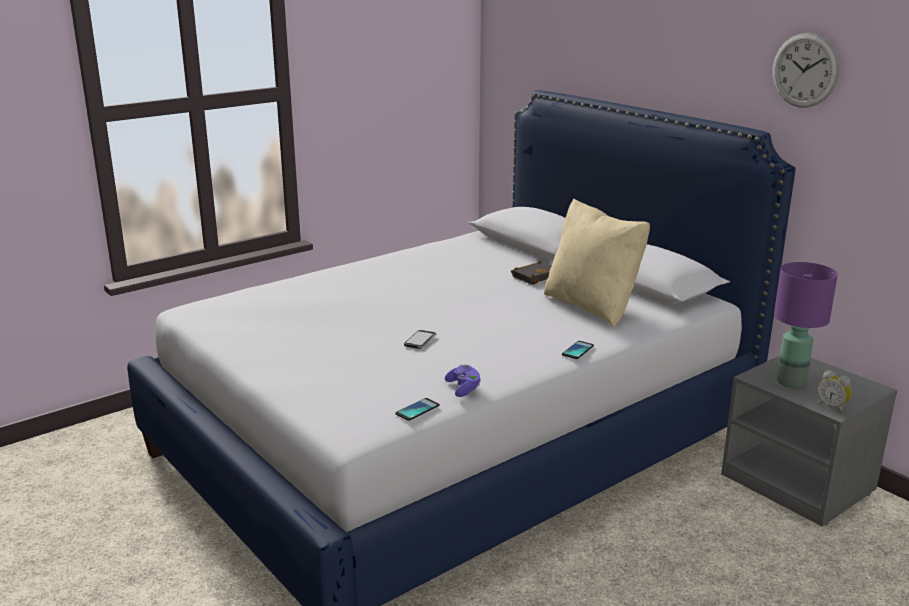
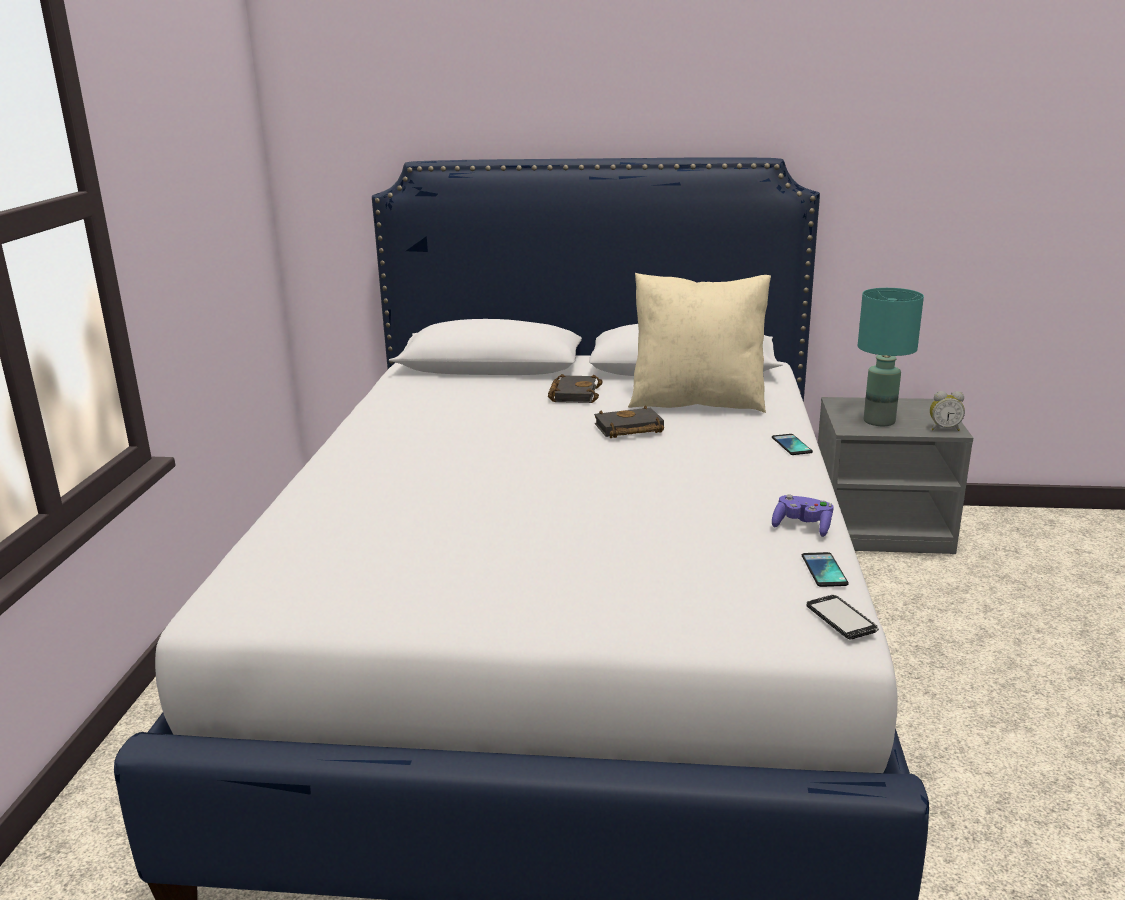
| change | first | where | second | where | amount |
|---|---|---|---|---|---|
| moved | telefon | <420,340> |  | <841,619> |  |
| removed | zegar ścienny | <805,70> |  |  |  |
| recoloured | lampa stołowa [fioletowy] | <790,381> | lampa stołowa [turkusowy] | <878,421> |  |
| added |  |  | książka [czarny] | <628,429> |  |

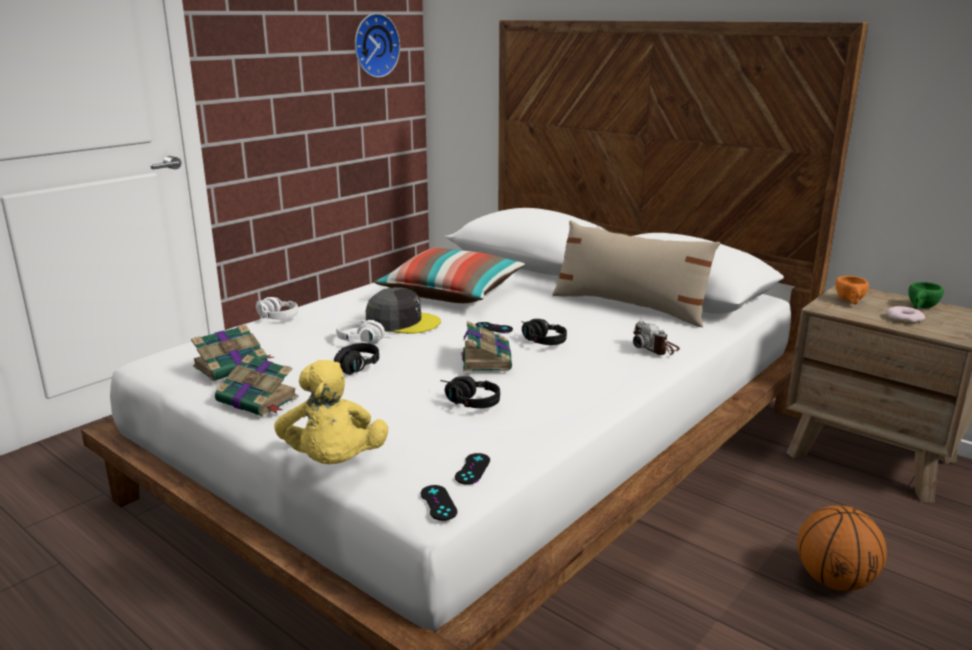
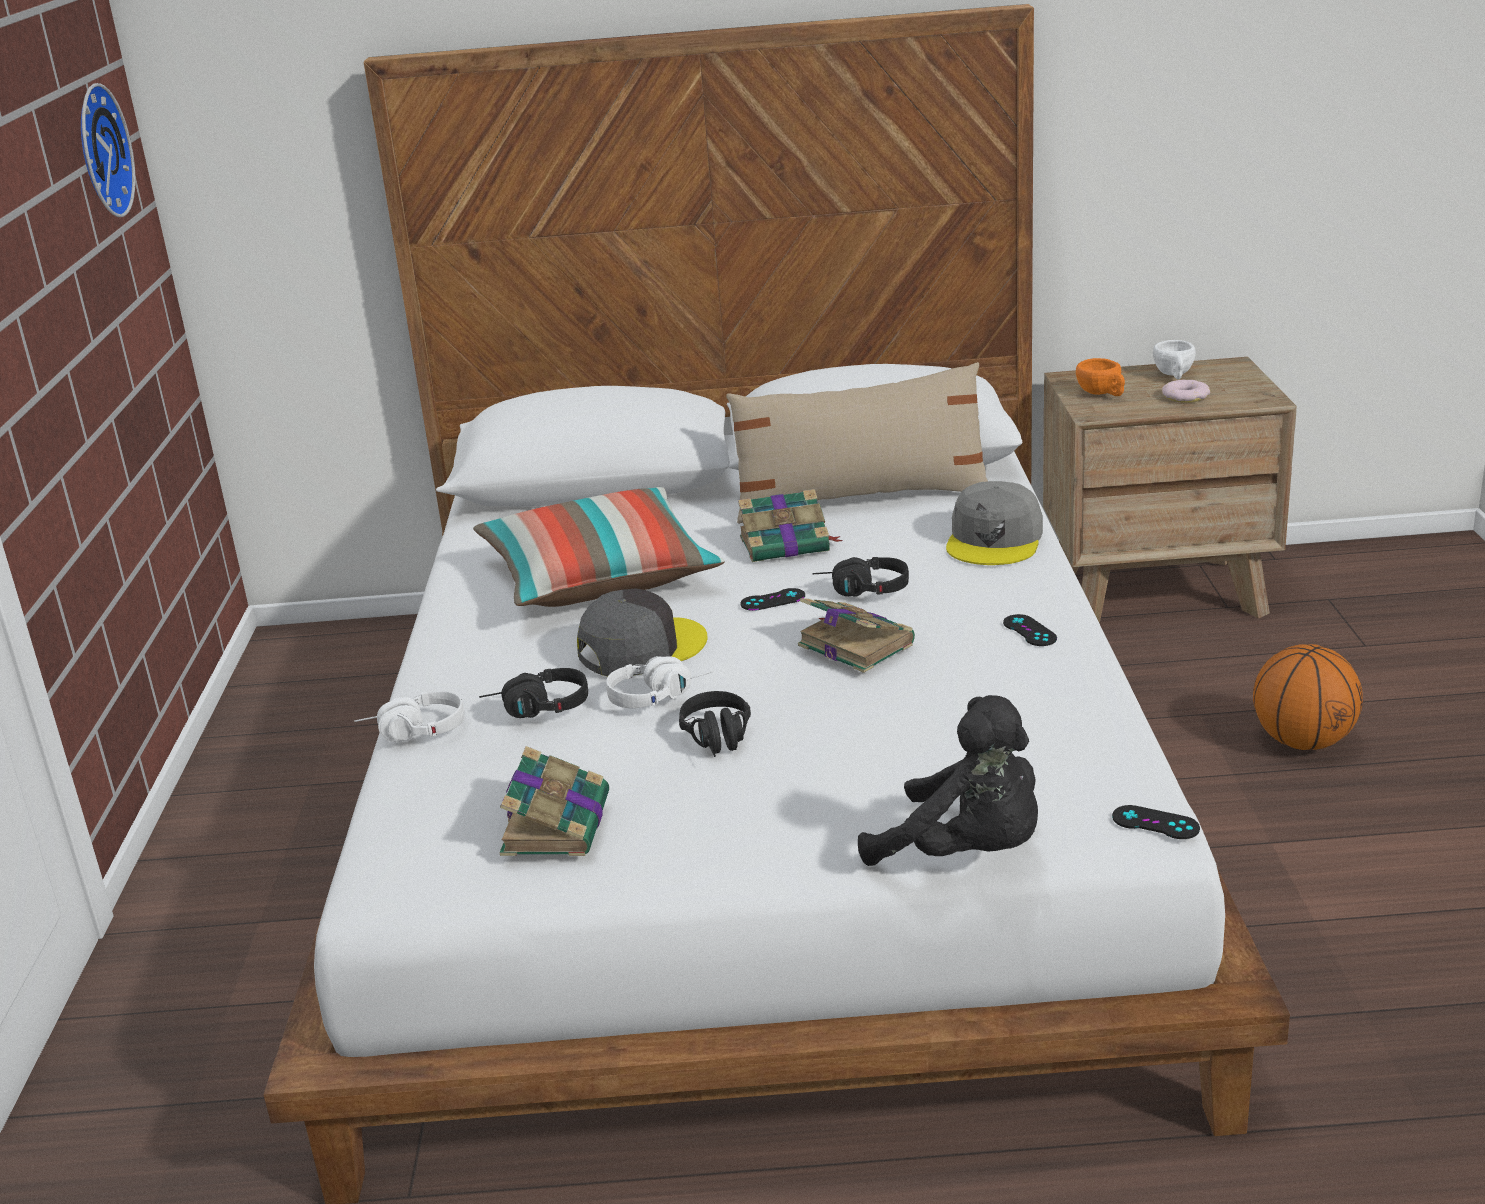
| change | first | where | second | where | amount |
|---|---|---|---|---|---|
| moved | książka | <258,400> |  | <787,544> |  |
| recoloured | pluszak [żółty] | <333,463> | pluszak [czarny] | <966,853> |  |
| moved | słuchawki [czarny] | <466,402> |  | <536,710> |  |
| moved | pad do gier [czarny] | <472,469> |  | <1029,631> |  |
| replaced | aparat fotograficzny | <655,347> | czapka z daszkiem [szary] | <995,540> |  |
| recoloured | filiżanka [zielony] | <921,307> | filiżanka [biały] | <1174,376> |  |

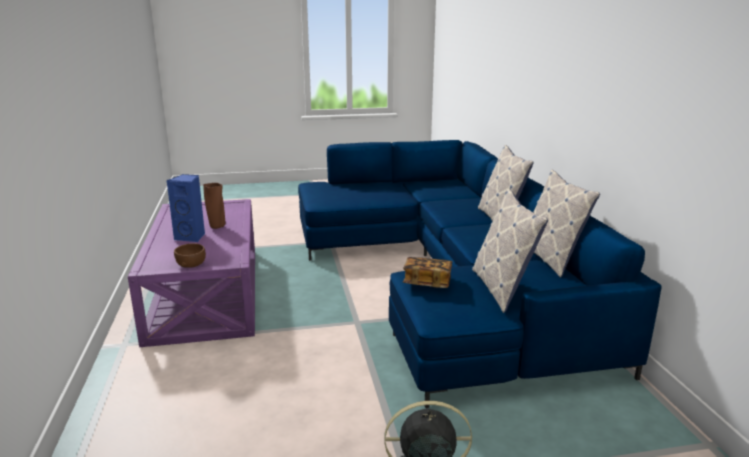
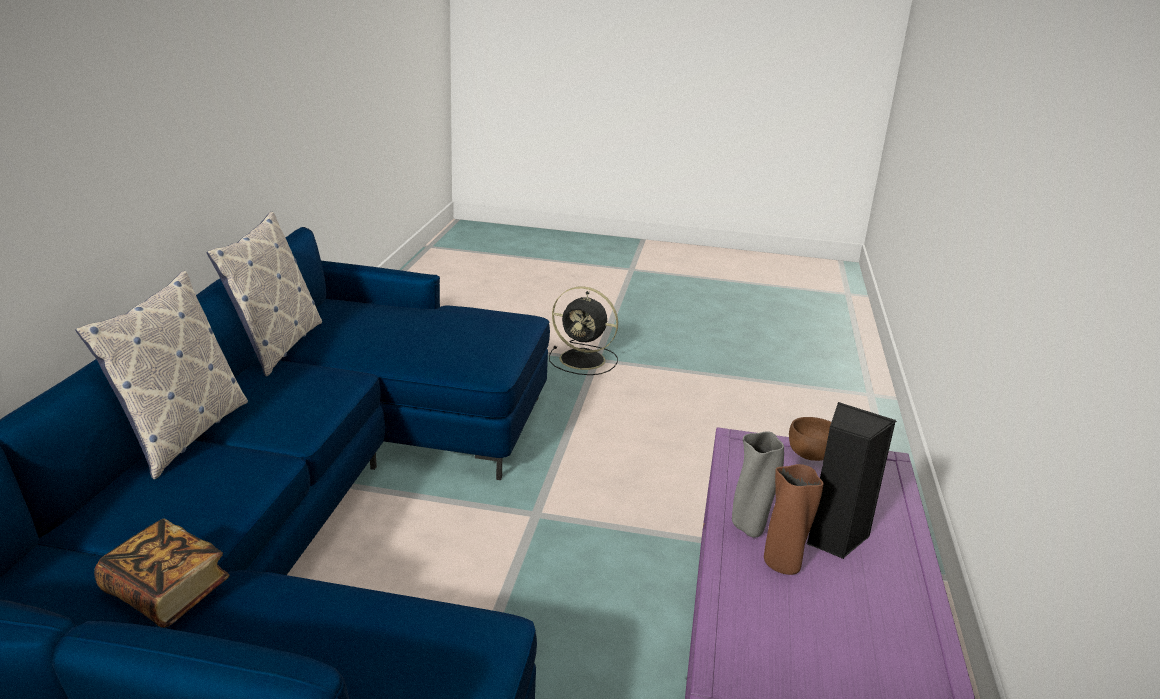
| change | first | where | second | where | amount |
|---|---|---|---|---|---|
| recoloured | głośnik [niebieski] | <191,237> | głośnik [czarny] | <833,538> |  |
| moved | książka | <427,283> |  | <166,592> |  |
| removed | poduszka | <502,289> |  |  |  |
| added |  |  | wazon [szary] | <750,528> |  |

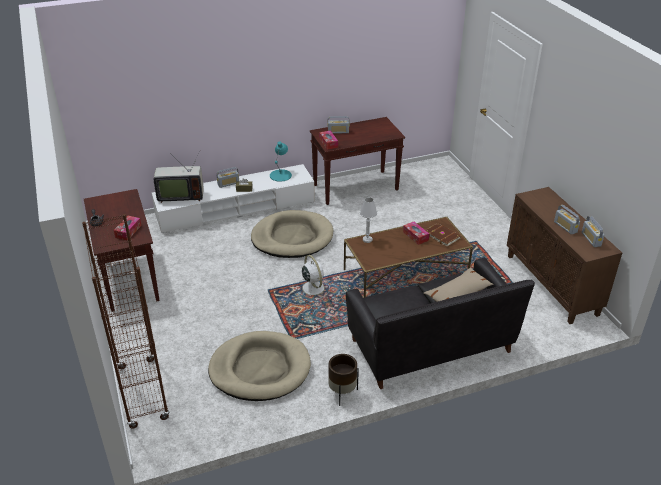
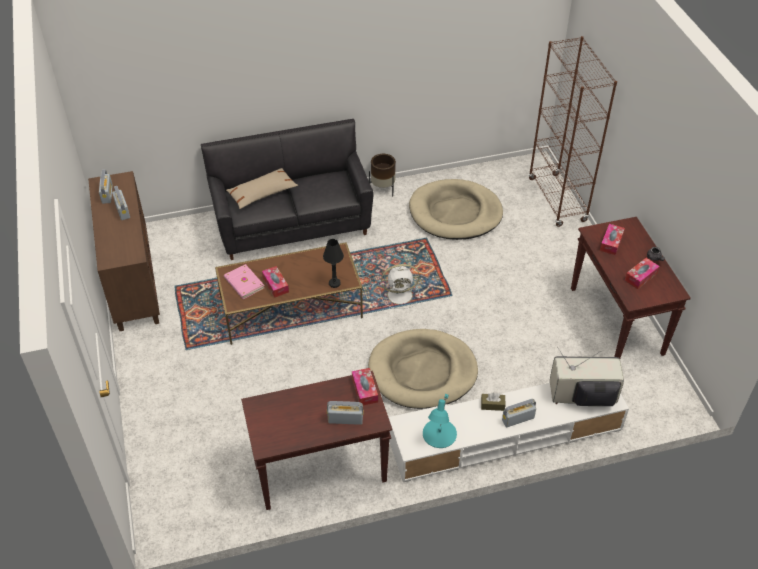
| change | first | where | second | where | amount |
|---|---|---|---|---|---|
| turned | wentylator [biały] | <312,287> |  | <401,295> | 75 degrees counterclockwise |
| recoloured | lampa stołowa [biały] | <367,239> | lampa stołowa [czarny] | <334,283> |  |
| recoloured | książka [brązowy] | <442,235> | książka [różowy] | <243,283> |  |
| added |  |  | pudełko chusteczek | <641,277> |  |

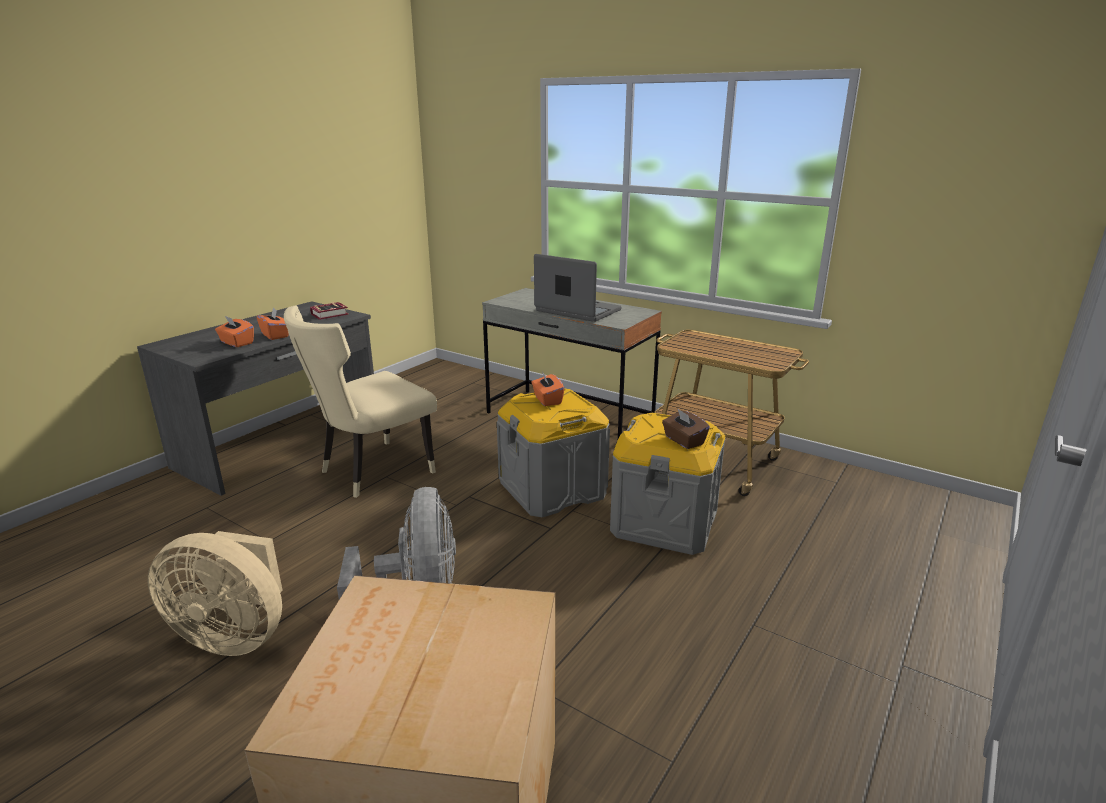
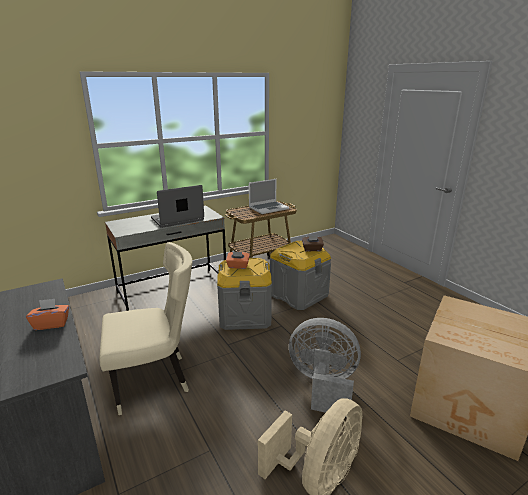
| change | first | where | second | where | amount |
|---|---|---|---|---|---|
| removed | pudełko chusteczek [pomarańczowy] | <236,343> |  |  |  |
| turned | krzesło [beżowy] | <372,471> |  | <155,380> | 90 degrees counterclockwise |
| removed | książka | <331,314> |  |  |  |
| added |  |  | laptop | <268,208> |  |

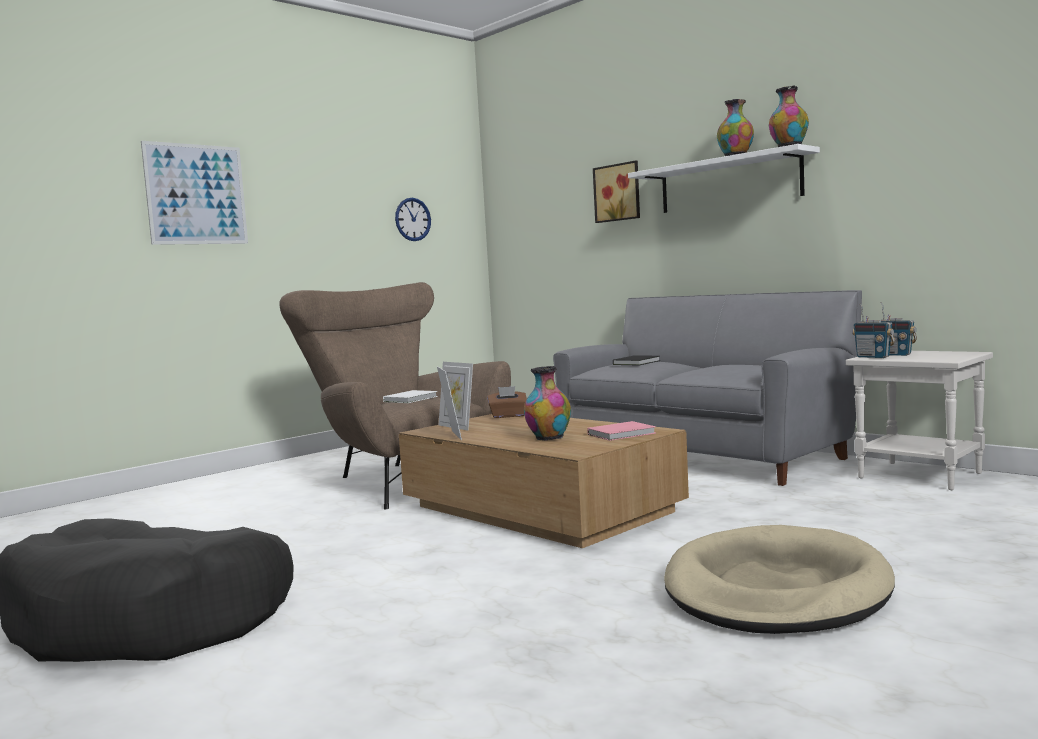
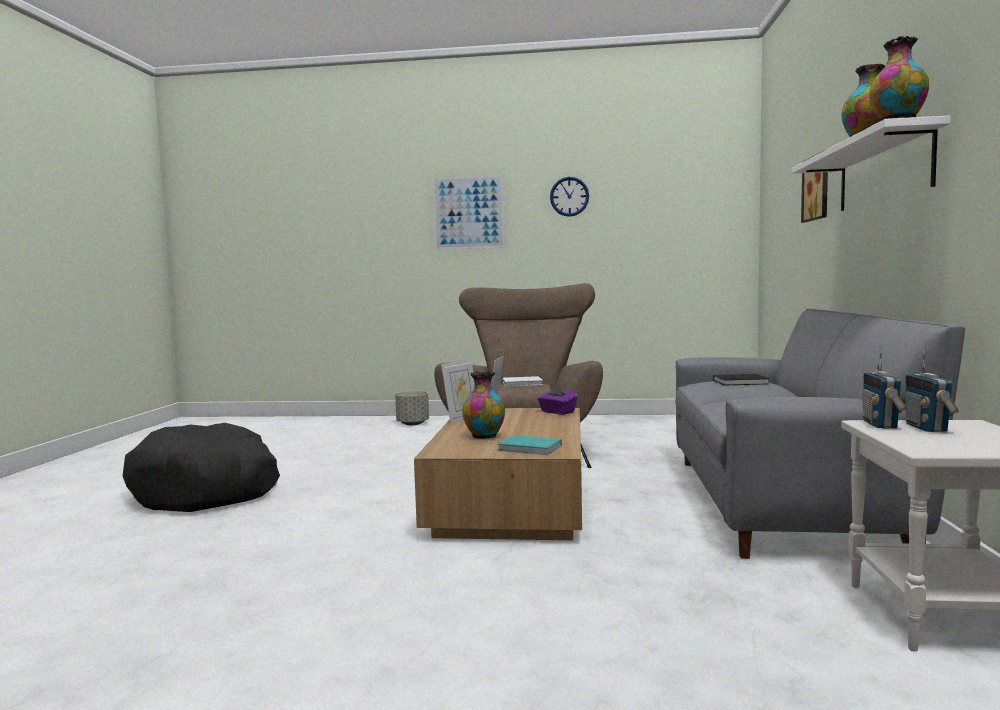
| change | first | where | second | where | amount |
|---|---|---|---|---|---|
| moved | zegar ścienny | <412,219> |  | <569,196> |  |
| recoloured | pudełko chusteczek [brązowy] | <508,416> | pudełko chusteczek [fioletowy] | <557,412> |  |
| recoloured | książka [różowy] | <623,434> | książka [turkusowy] | <531,448> |  |
| removed | legowisko [beżowy] | <775,590> |  |  |  |
| added |  |  | donica [szary] | <413,423> |  |

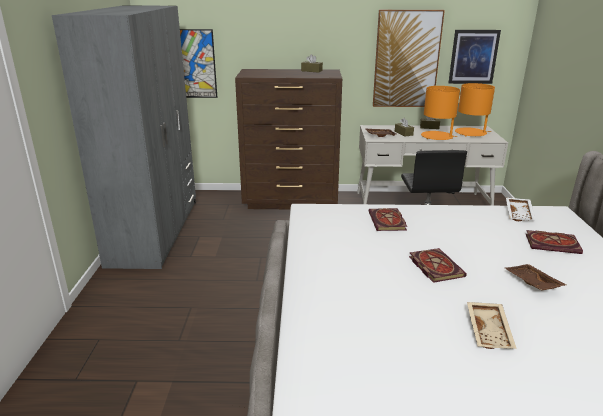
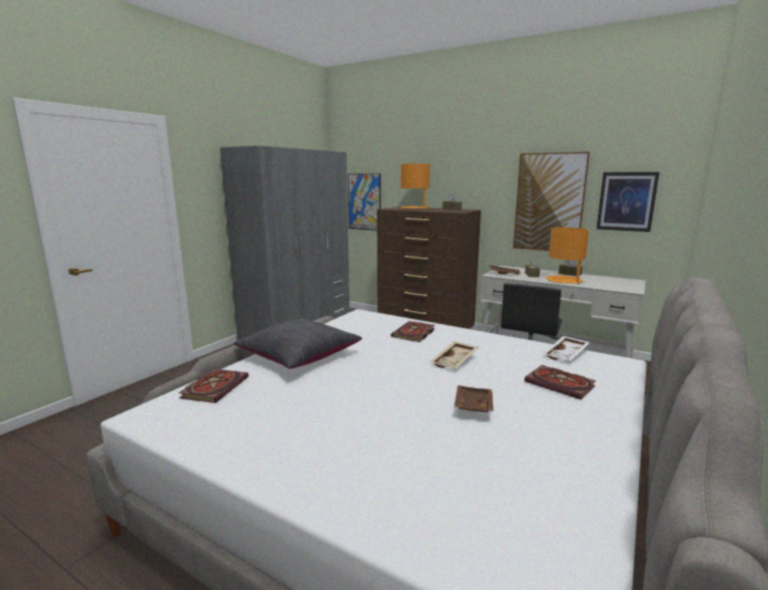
| change | first | where | second | where | amount |
|---|---|---|---|---|---|
| moved | książka | <434,266> |  | <215,387> |  |
| moved | lampa stołowa [pomarańczowy] | <471,133> |  | <414,208> |  |
| moved | taca [beżowy] | <490,331> |  | <455,361> |  |
| added |  |  | poduszka [czarny] | <299,356> |  |

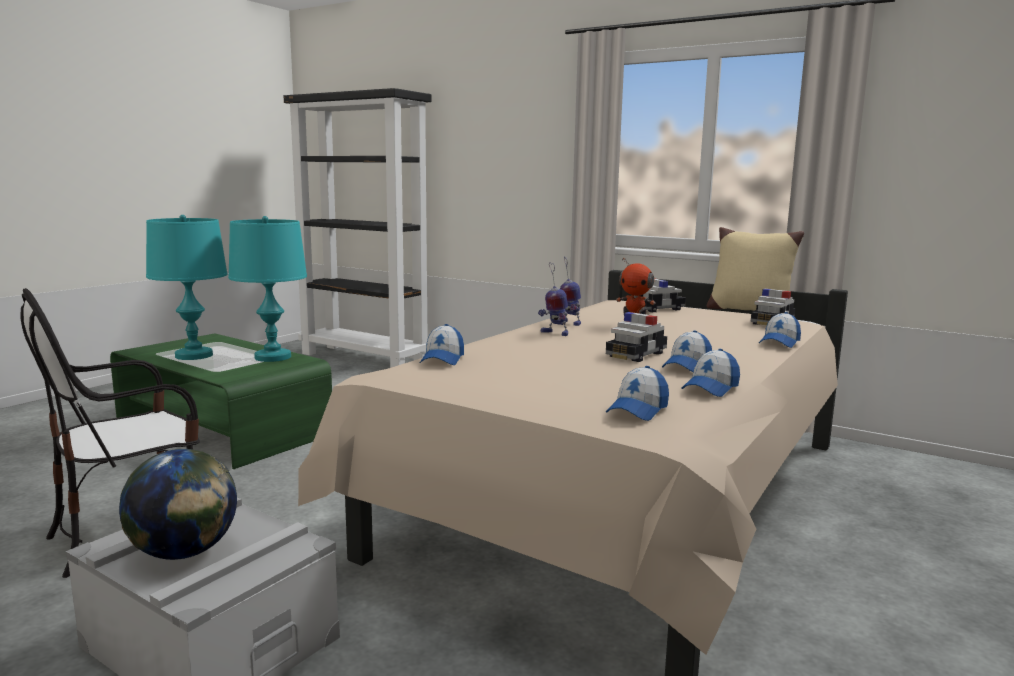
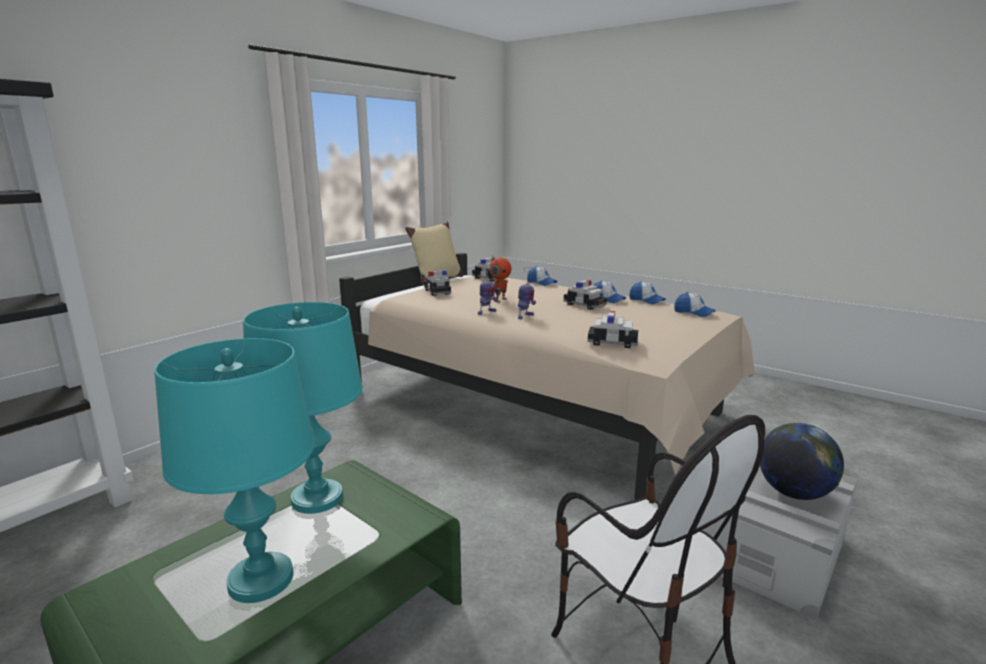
| change | first | where | second | where | amount |
|---|---|---|---|---|---|
| replaced | czapka z daszkiem | <442,359> | samochodzik | <612,342> |  |

